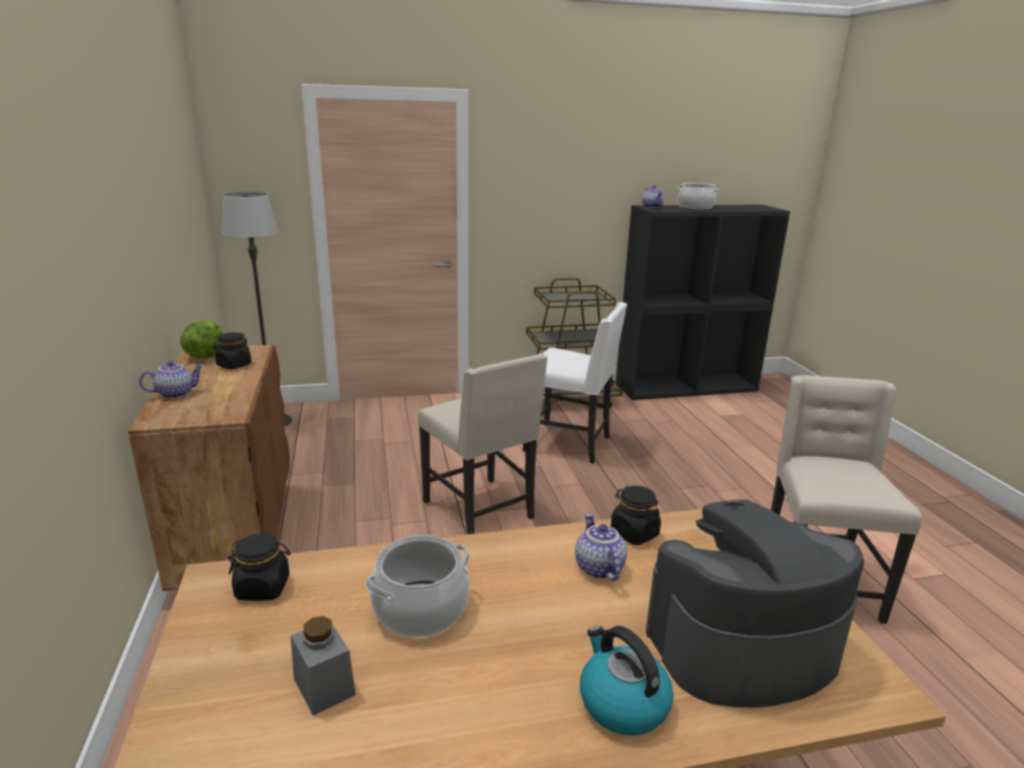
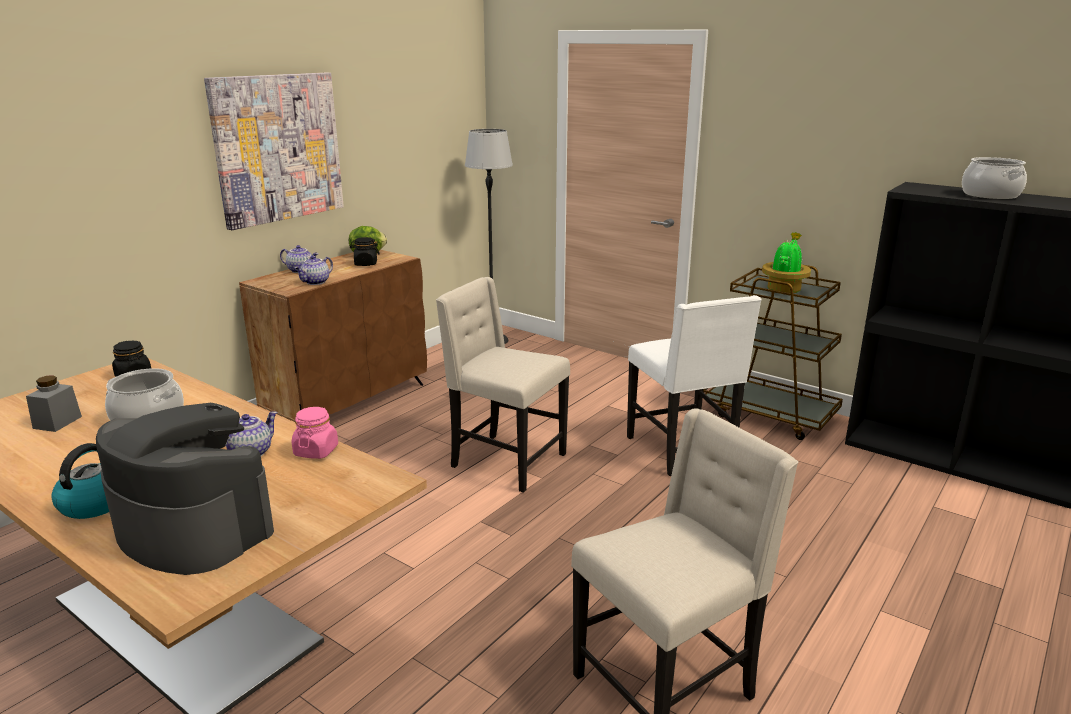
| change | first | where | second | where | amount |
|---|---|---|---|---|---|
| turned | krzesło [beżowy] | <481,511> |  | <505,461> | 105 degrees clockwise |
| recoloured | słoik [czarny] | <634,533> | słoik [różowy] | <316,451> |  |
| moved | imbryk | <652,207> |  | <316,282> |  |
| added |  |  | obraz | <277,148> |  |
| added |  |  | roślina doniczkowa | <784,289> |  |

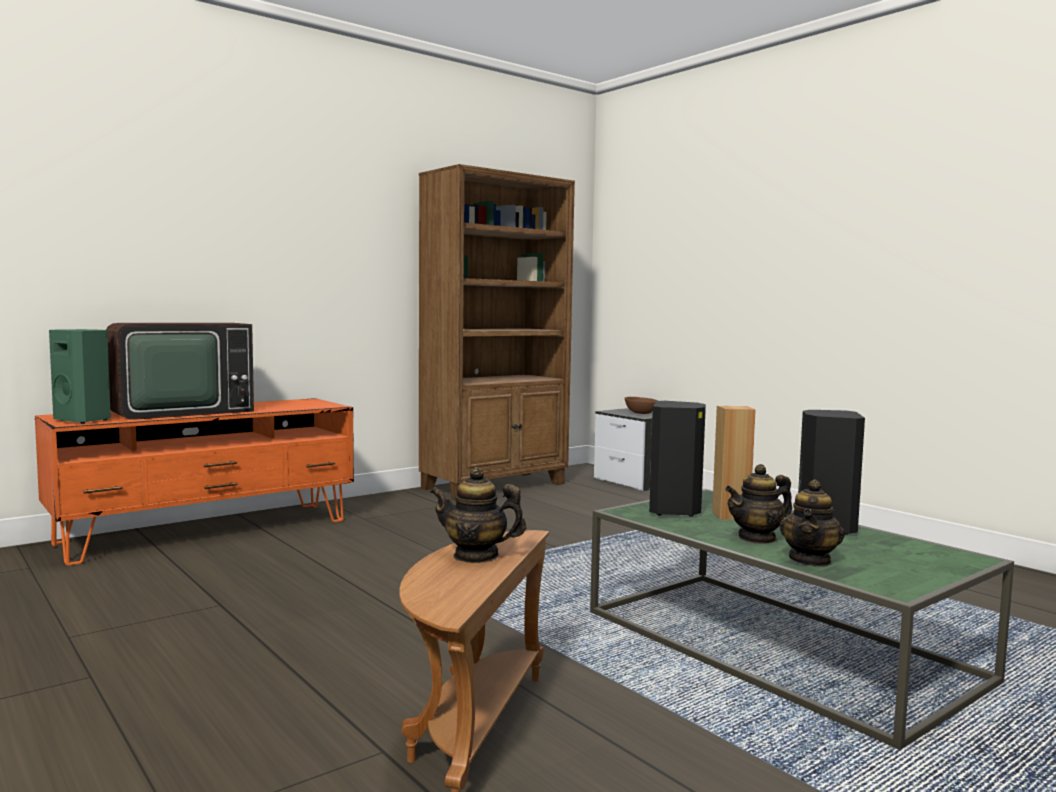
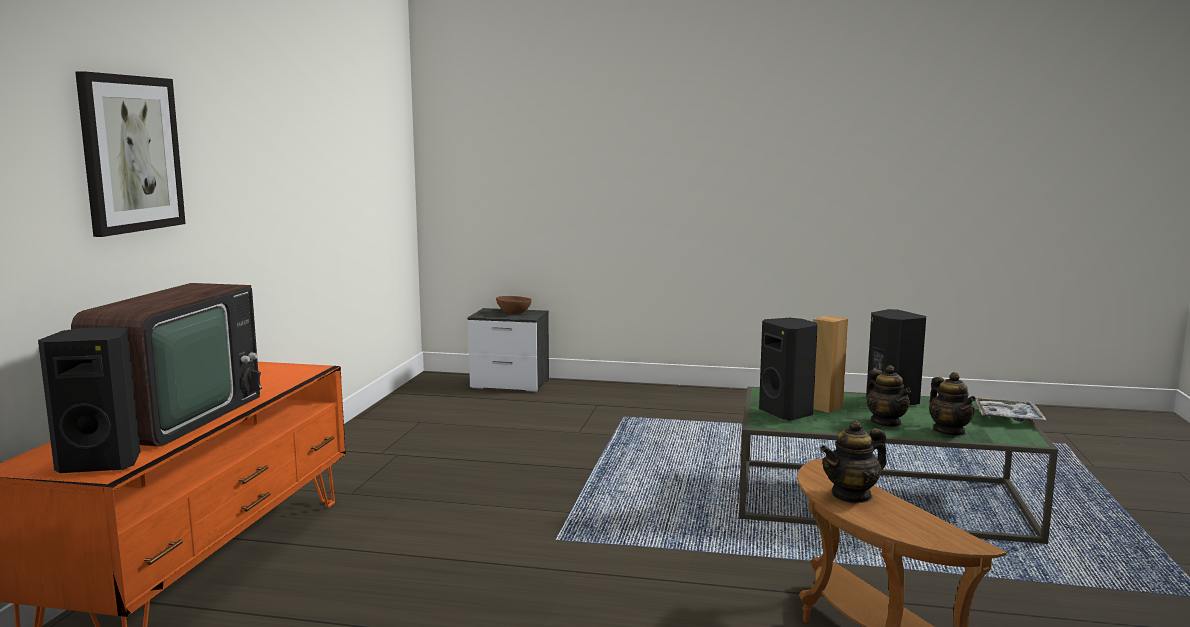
| change | first | where | second | where | amount |
|---|---|---|---|---|---|
| recoloured | głośnik [zielony] | <84,420> | głośnik [czarny] | <102,463> |  |
| removed | regał [brązowy] | <495,486> |  |  |  |
| turned | imbryk | <757,538> |  | <886,423> | 45 degrees counterclockwise |
| added |  |  | obraz | <130,154> |  |
| added |  |  | taca | <1007,417> |  |

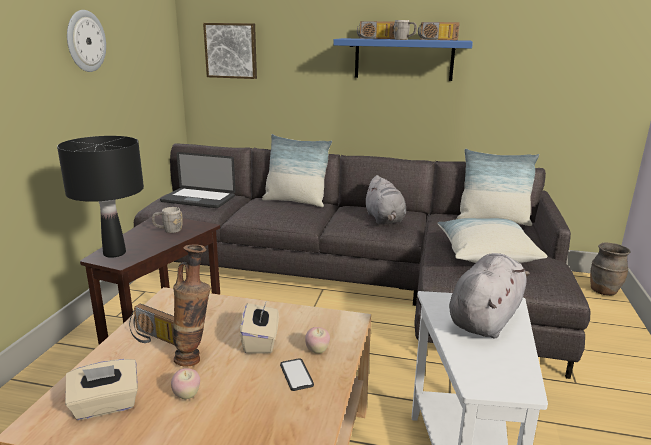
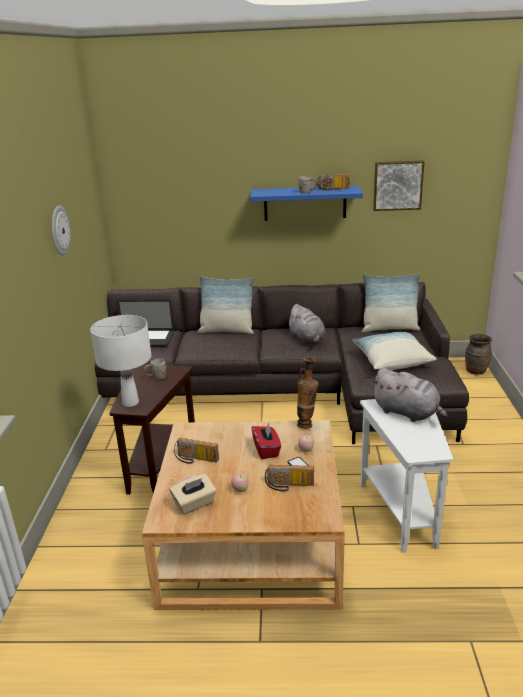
| change | first | where | second | where | amount |
|---|---|---|---|---|---|
| recoloured | lampa stołowa [czarny] | <115,253> | lampa stołowa [biały] | <131,402> |  |
| moved | wazon | <195,358> |  | <307,424> |  |
| moved | obraz | <231,50> |  | <397,185> |  |
| recoloured | pudełko chusteczek [beżowy] | <261,341> | pudełko chusteczek [czerwony] | <266,450> |  |
| moved | radio | <375,38> |  | <289,486> |  |
| turned | pluszak [szary] | <485,318> |  | <407,413> | 105 degrees clockwise |

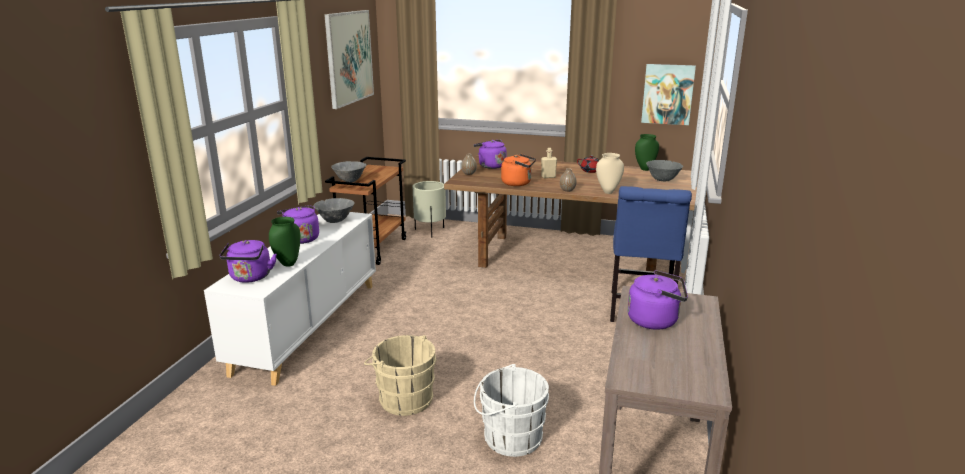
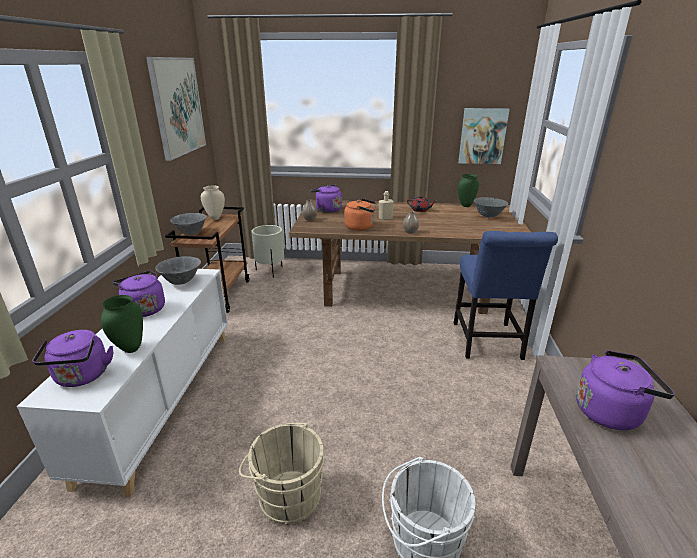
| change | first | where | second | where | amount |
|---|---|---|---|---|---|
| moved | wazon [beżowy] | <608,192> |  | <215,218> |  |

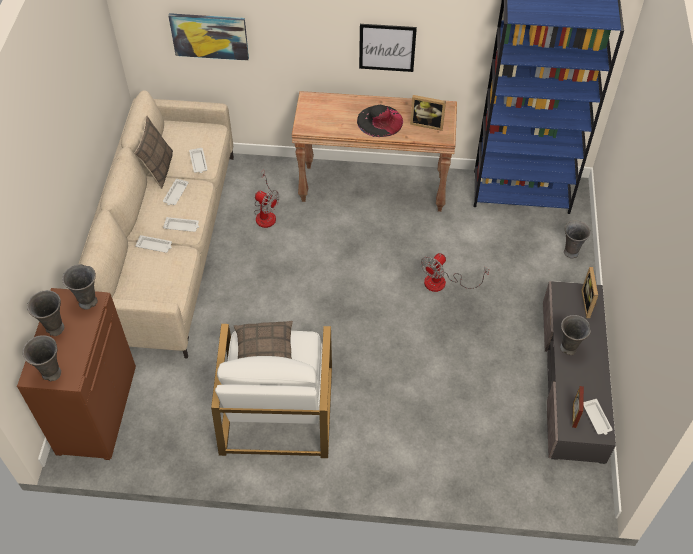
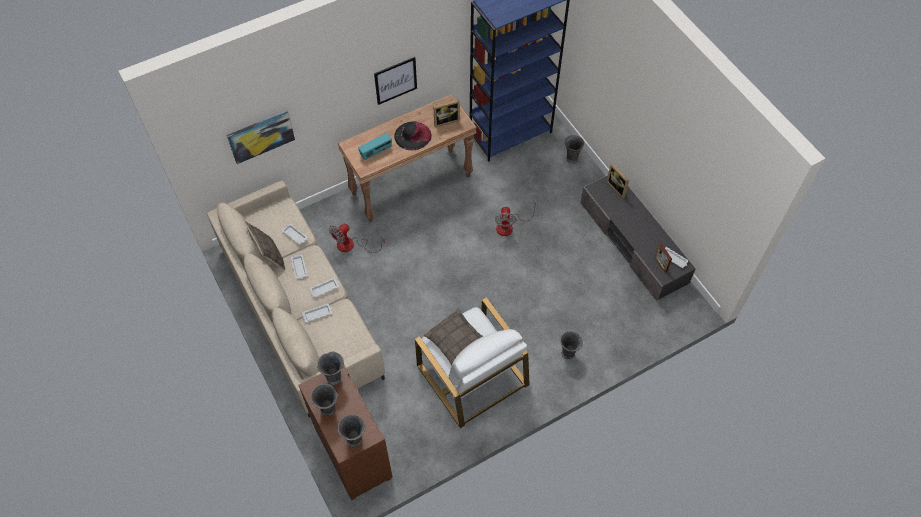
| change | first | where | second | where | amount |
|---|---|---|---|---|---|
| turned | wentylator | <265,213> |  | <352,245> | 135 degrees clockwise |
| moved | wazon [szary] | <568,349> |  | <568,354> |  |
| added |  |  | radio | <376,152> |  |

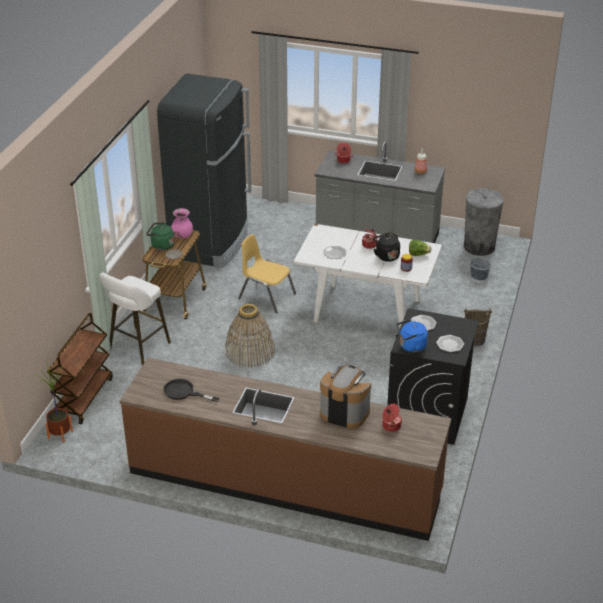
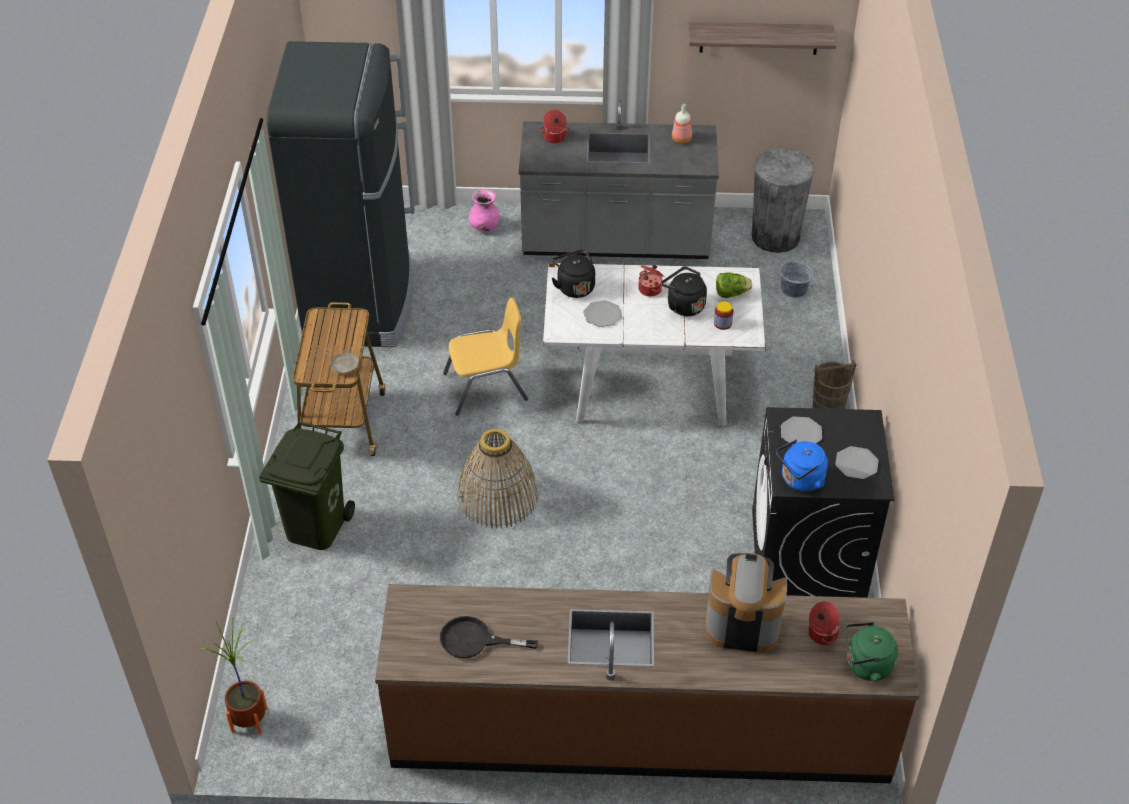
| change | first | where | second | where | amount |
|---|---|---|---|---|---|
| removed | wózek [brązowy] | <83,397> |  |  |  |
| replaced | stołek [biały] | <137,348> | kosz na śmieci [zielony] | <314,526> |  |
| moved | czajnik [zielony] | <161,245> |  | <866,665> |  |
| moved | wazon [różowy] | <182,236> |  | <484,227> |  |
| turned | krzesło [żółty] | <266,296> |  | <486,387> | 150 degrees clockwise |
| added |  |  | czajnik [czarny] | <574,287> |  |
| added |  |  | półka | <759,38> |  |

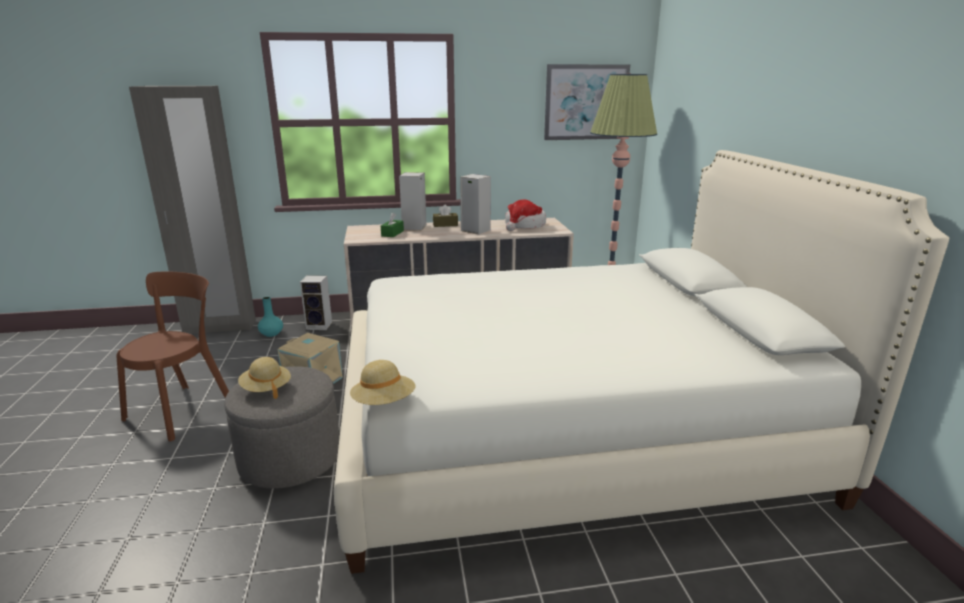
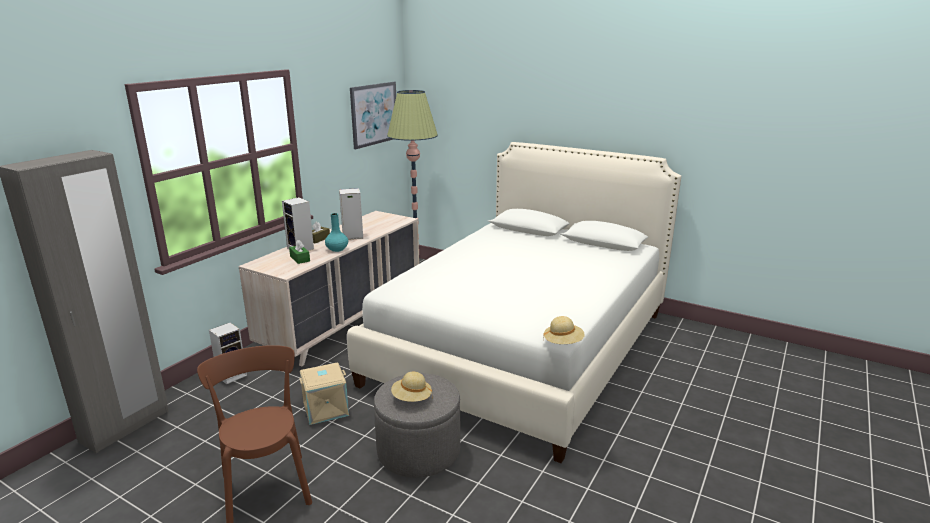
| change | first | where | second | where | amount |
|---|---|---|---|---|---|
| moved | wazon [turkusowy] | <271,334> |  | <337,249> |  |
| removed | kapelusz | <524,226> |  |  |  |

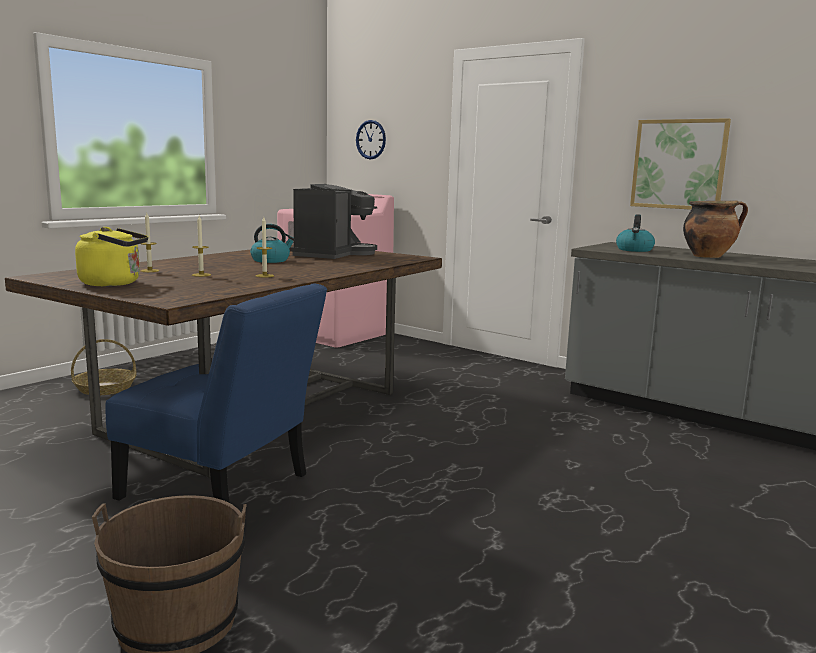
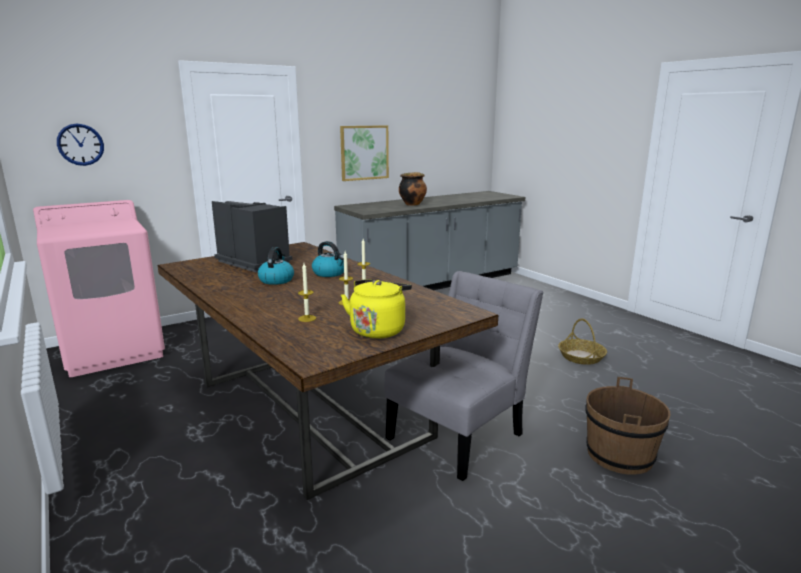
| change | first | where | second | where | amount |
|---|---|---|---|---|---|
| moved | koszyk | <105,389> |  | <581,357> |  |
| recoloured | krzesło [niebieski] | <222,490> | krzesło [szary] | <460,433> |  |
| moved | czajnik | <634,250> |  | <330,273> |  |

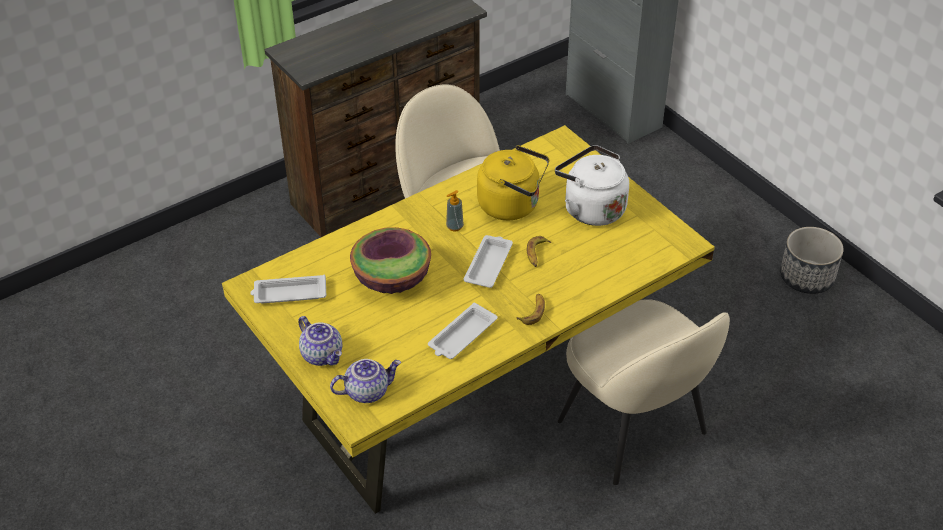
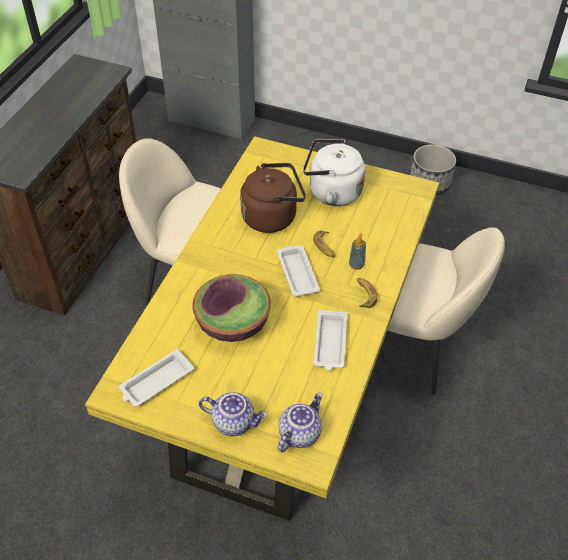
| change | first | where | second | where | amount |
|---|---|---|---|---|---|
| moved | dozownik mydła | <454,226> |  | <356,265> |  |
| recoloured | czajnik [żółty] | <512,205> | czajnik [brązowy] | <272,216> |  |

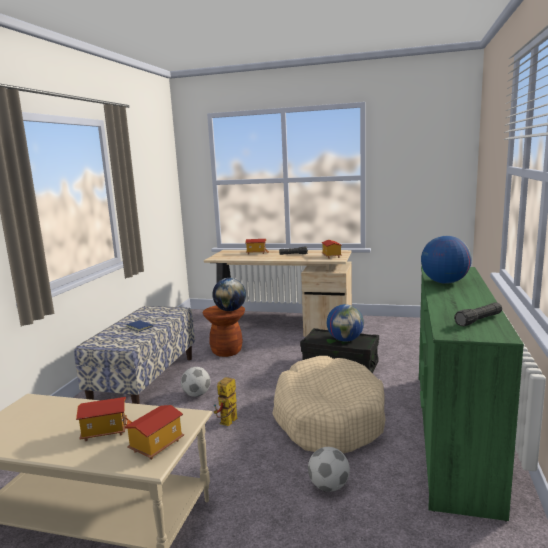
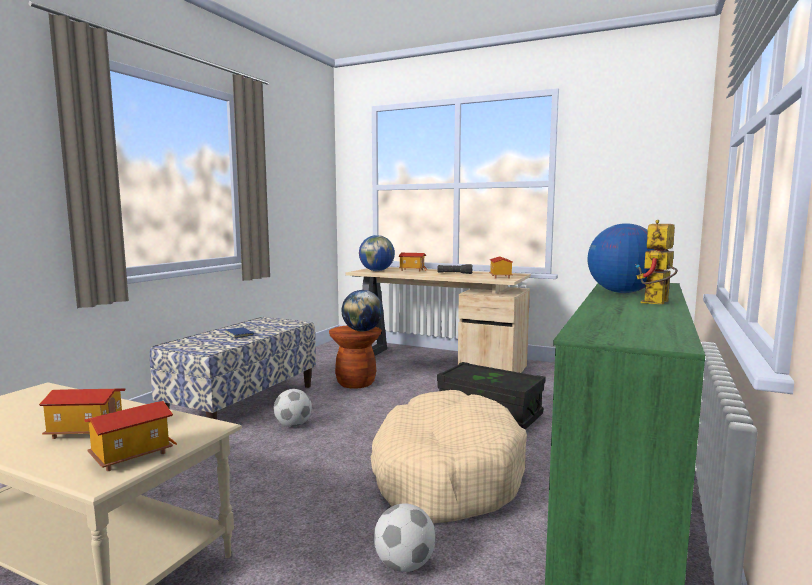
| change | first | where | second | where | amount |
|---|---|---|---|---|---|
| moved | robot zabawkowy | <228,423> |  | <656,303> |  |
| moved | globus | <345,340> |  | <377,271> |  |
| removed | latarka [czarny] | <478,320> |  |  |  |

